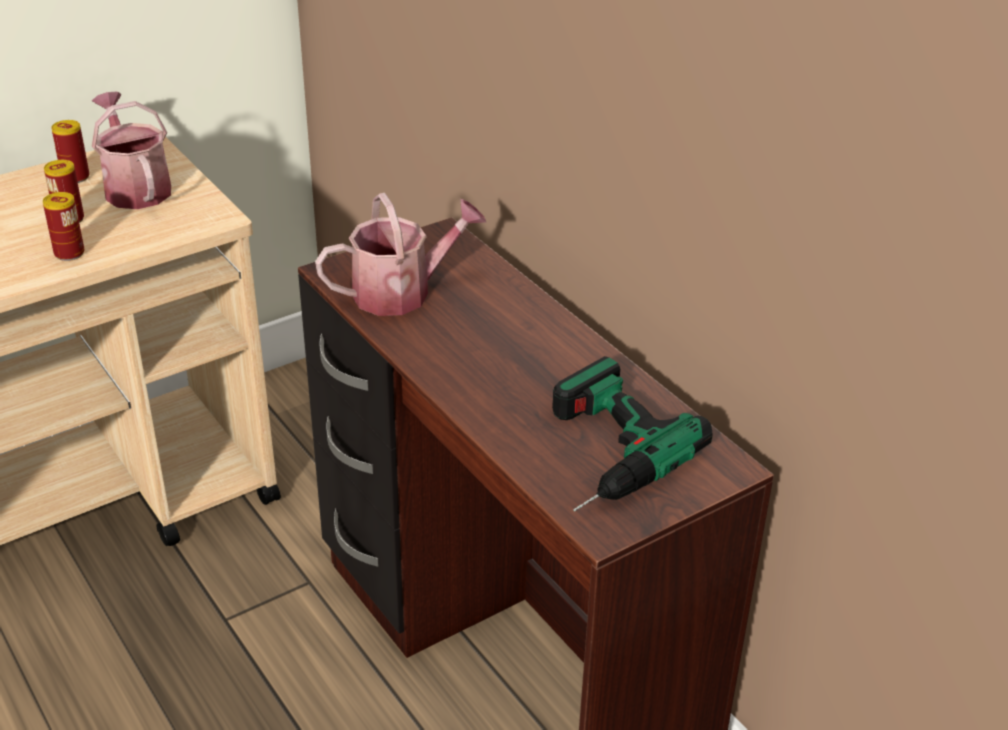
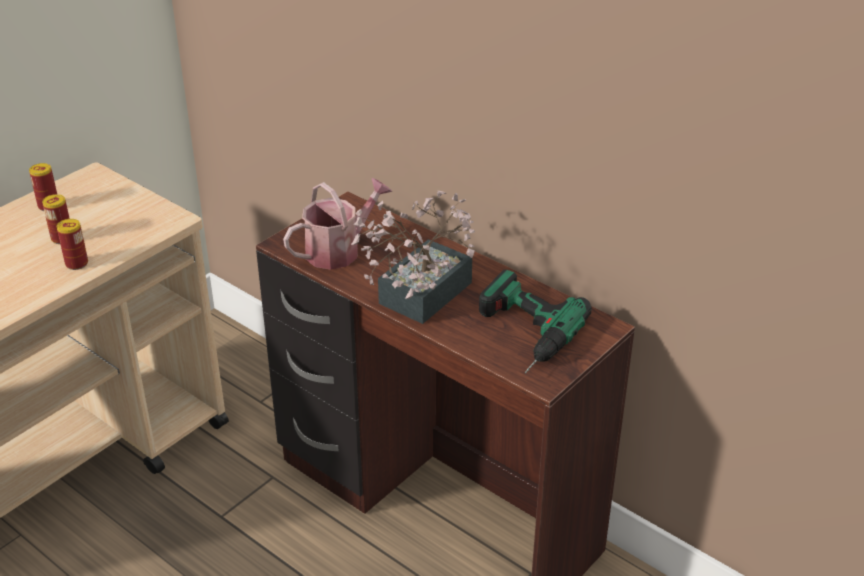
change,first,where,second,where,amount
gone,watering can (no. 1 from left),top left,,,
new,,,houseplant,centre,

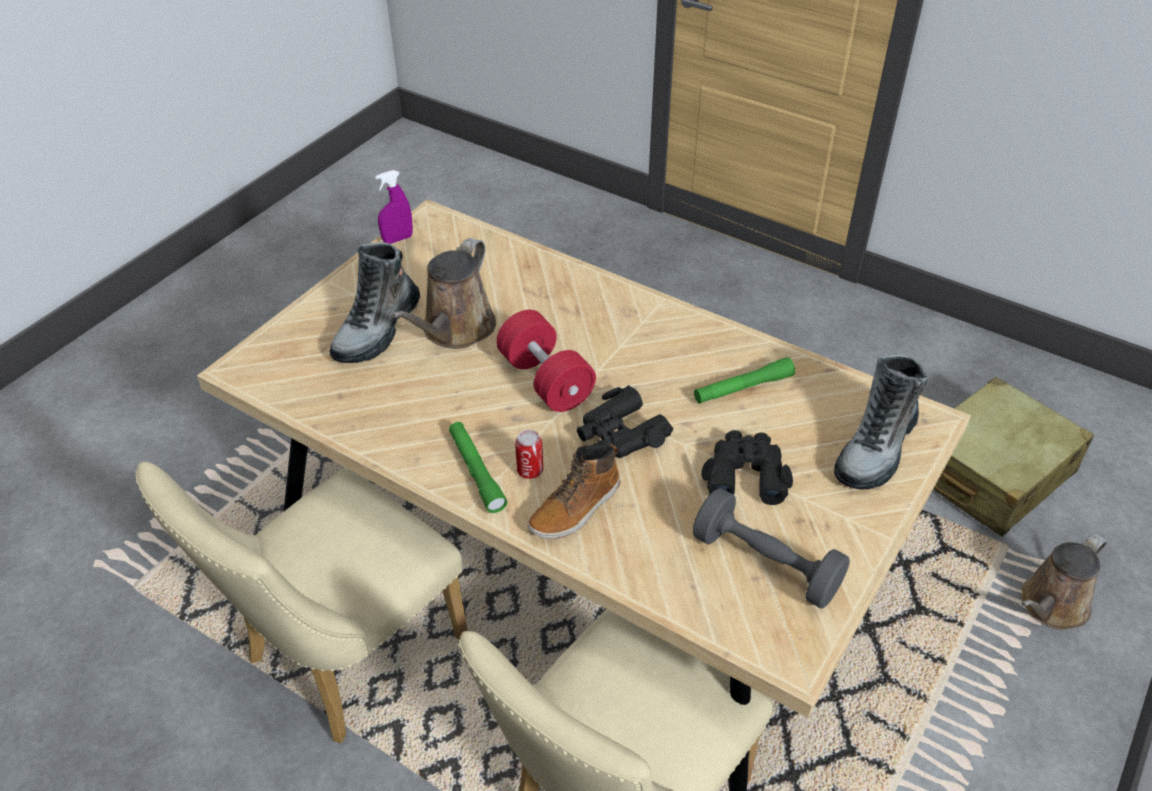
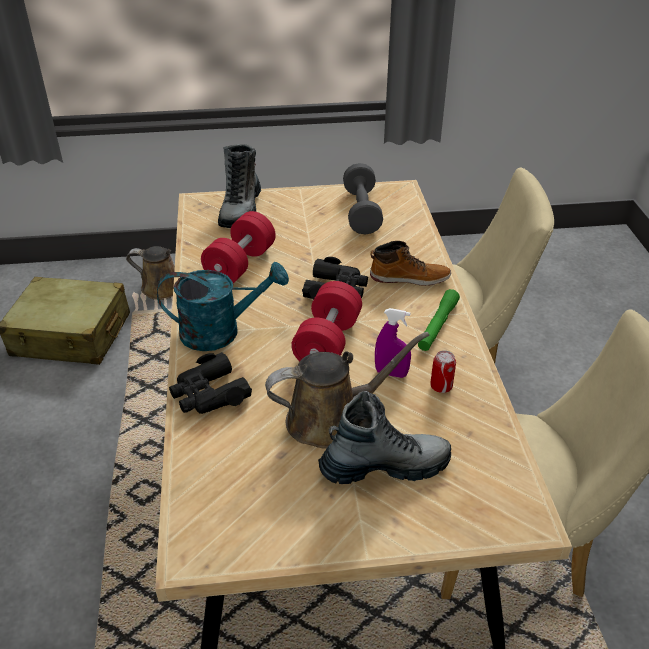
change,first,where,second,where,amount
shifted,hand sprayer in purplish,top centre,,centre,
shifted,metal can,centre,,middle right,
swapped,torch in greenish (no. 2 from left),centre,free weight in reddish (no. 1 from left),centre,
shifted,pair of binoculars in black (no. 2 from left in the first image),centre,pair of binoculars in black (no. 1 from left),middle left,
rotated,tall boot (no. 3 from left in the first image),middle right,tall boot (no. 1 from left),top centre,105 degrees clockwise
new,,,watering can in turquoise-coloured,centre,

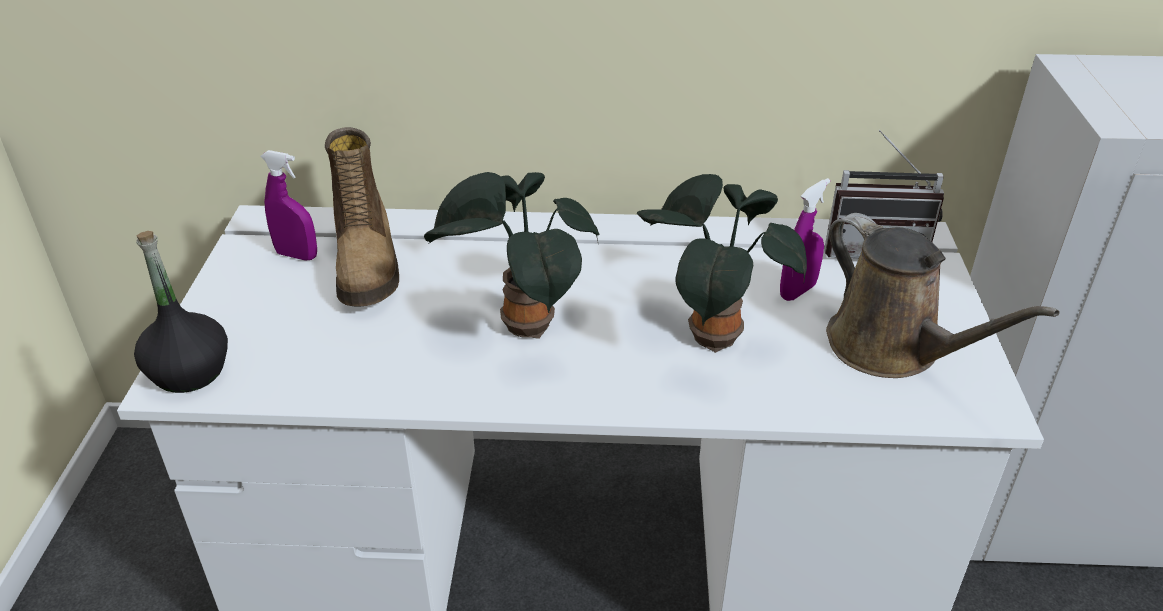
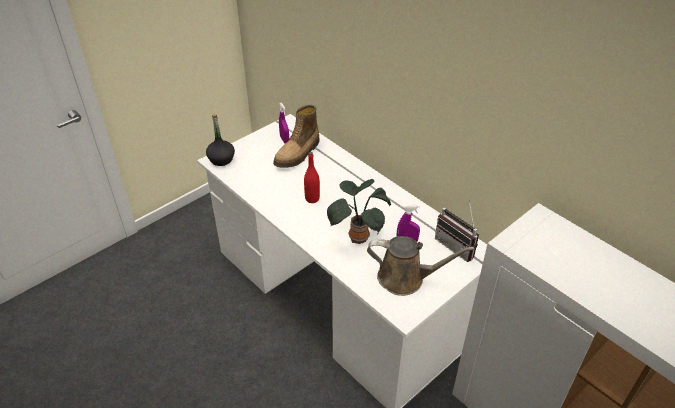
change,first,where,second,where,amount
swapped,houseplant (no. 1 from left),centre,bottle in reddish,centre,
rotated,watering can in brown-coloured,middle right,,centre,90 degrees counterclockwise

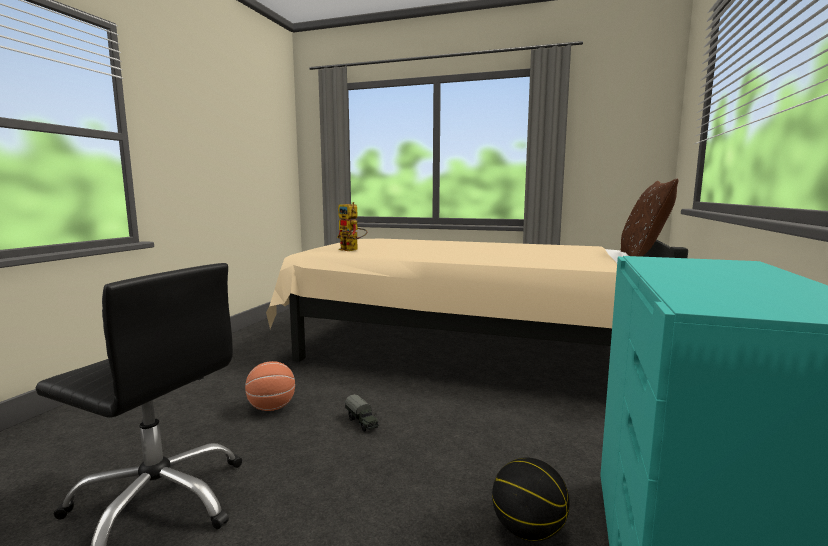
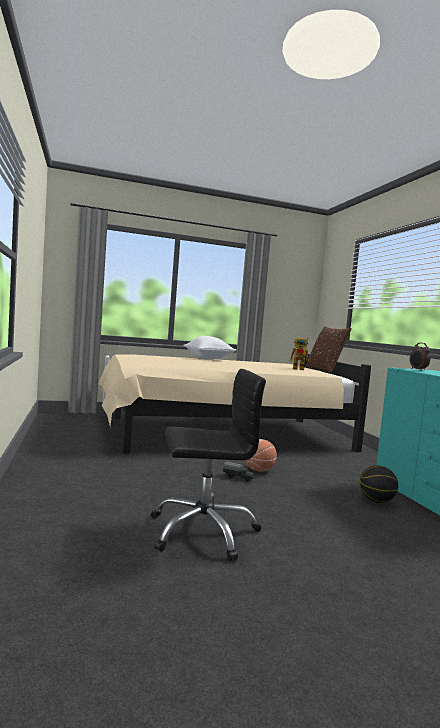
change,first,where,second,where,amount
shifted,ball for basketball (no. 1 from left),bottom left,,centre,
shifted,model robot,centre,,middle right,
new,,,pillow in white-coloured,centre,
new,,,table clock,middle right,

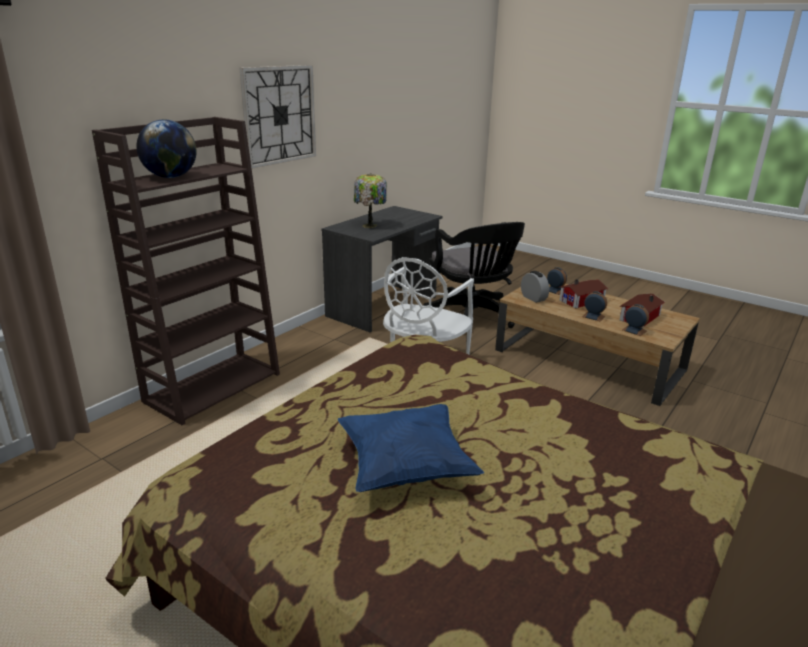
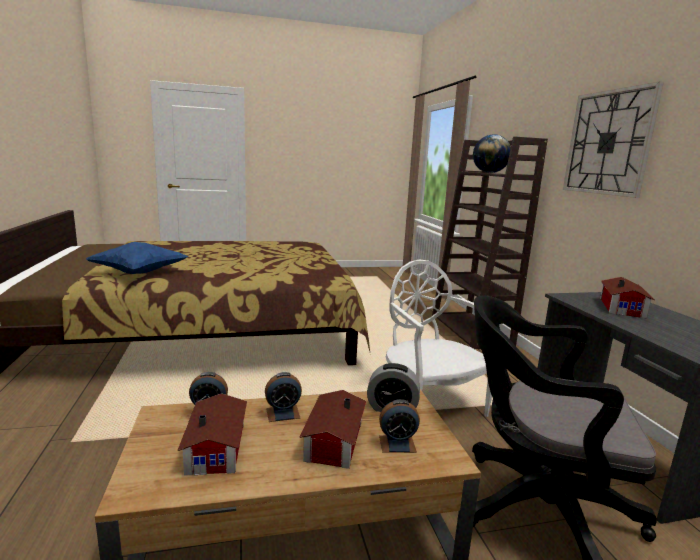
change,first,where,second,where,amount
shifted,pillow in bluish,bottom centre,,middle left,
swapped,lamp for a table,top centre,miniature house (no. 3 from left),middle right,

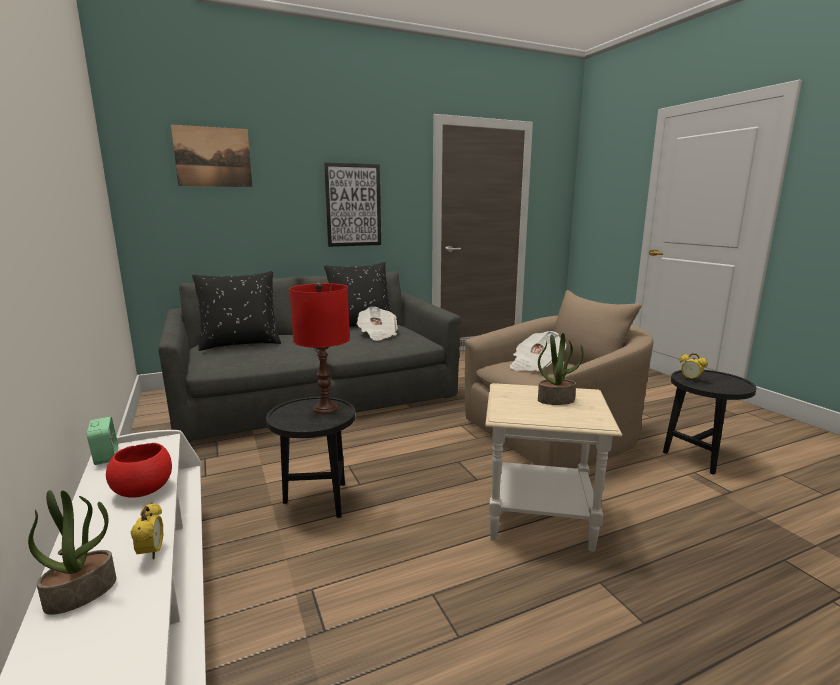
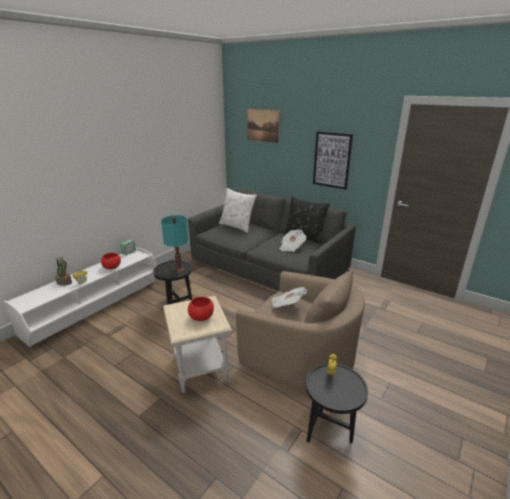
change,first,where,second,where,amount
repainted,pillow in black (no. 1 from left),middle left,pillow in white-coloured,centre,
repainted,lamp for a table in reddish,centre,lamp for a table in turquoise-coloured,centre,
swapped,houseplant (no. 2 from left),middle right,deep dish in reddish (no. 2 from left),centre,

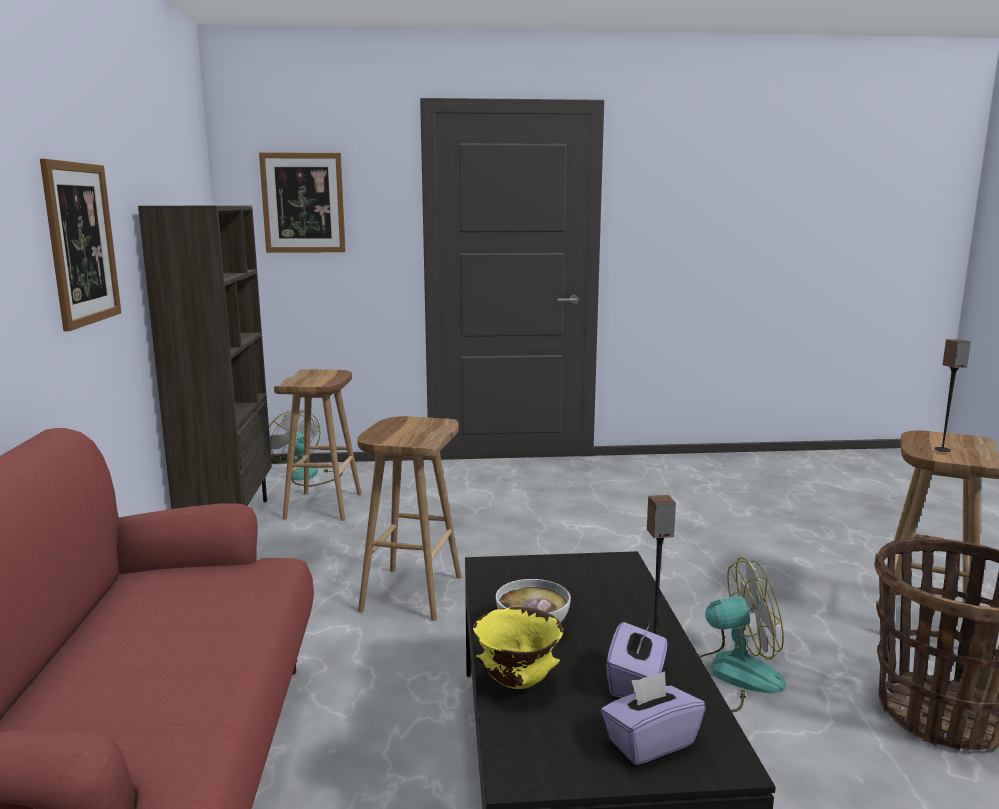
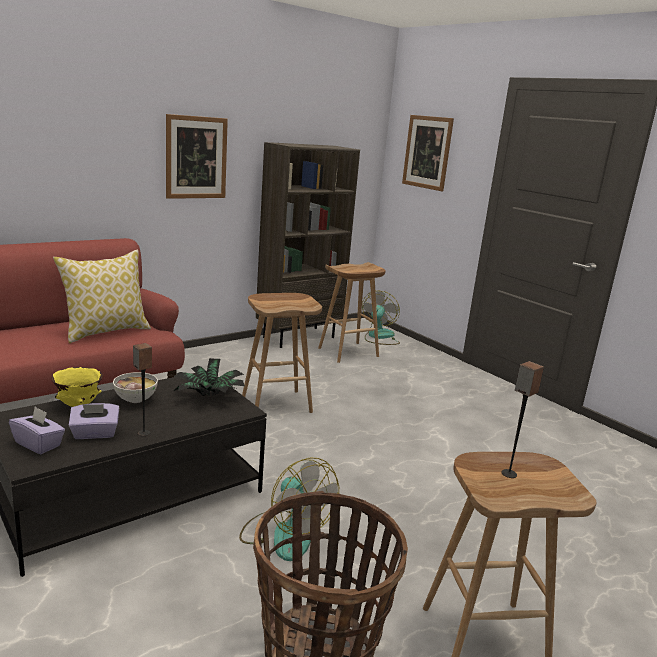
change,first,where,second,where,amount
new,,,pillow,middle left,
new,,,houseplant,middle left,

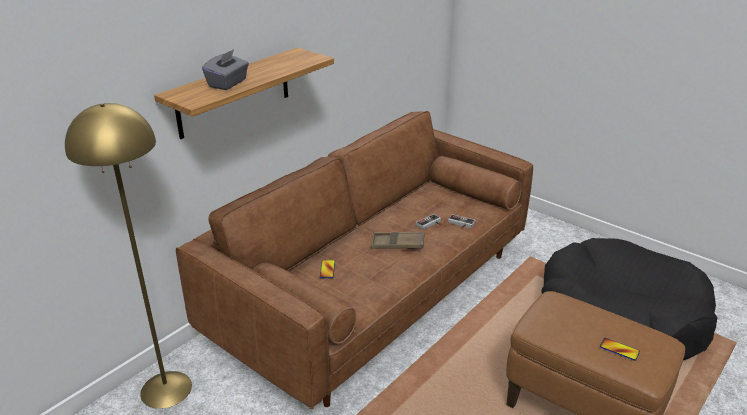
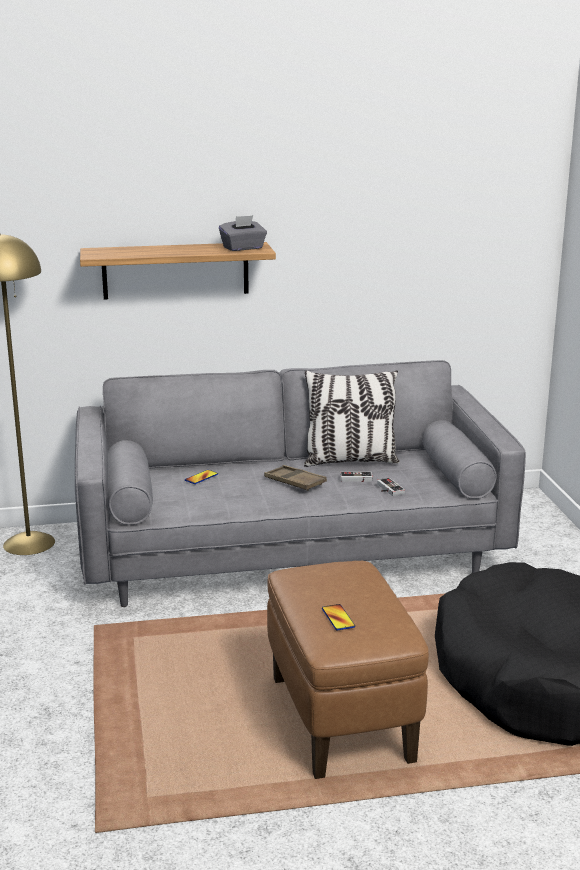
change,first,where,second,where,amount
repainted,couch in brown-coloured,centre,couch in grey,centre,
shifted,tissue holder in grey,top left,,top centre,
new,,,pillow,centre,

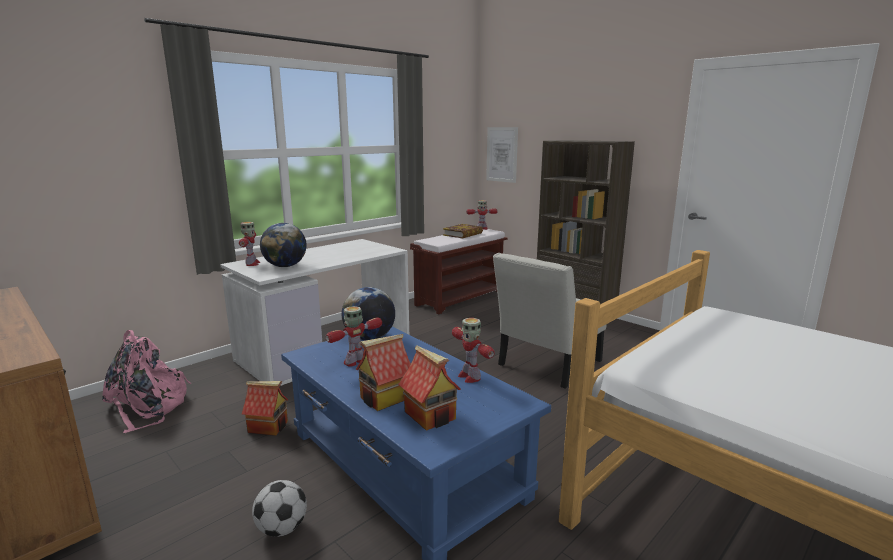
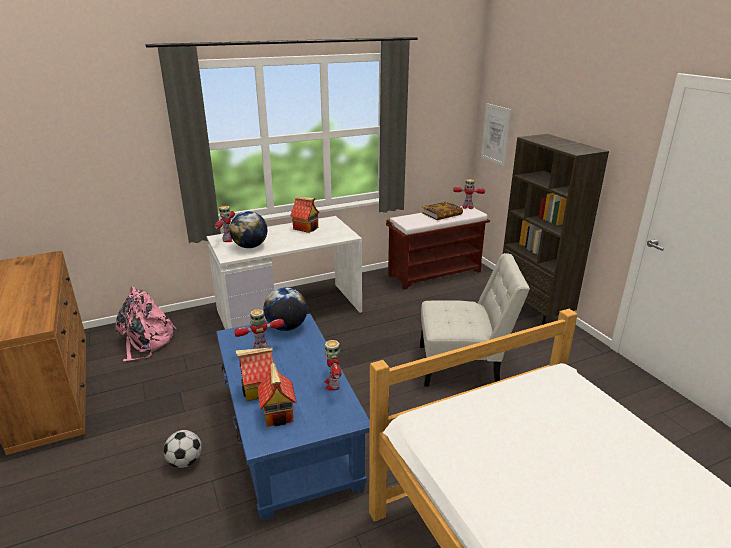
change,first,where,second,where,amount
shifted,miniature house (no. 1 from left in the first image),bottom left,miniature house (no. 3 from left),centre,
rotated,chair in white-coloured,centre,,centre,150 degrees counterclockwise

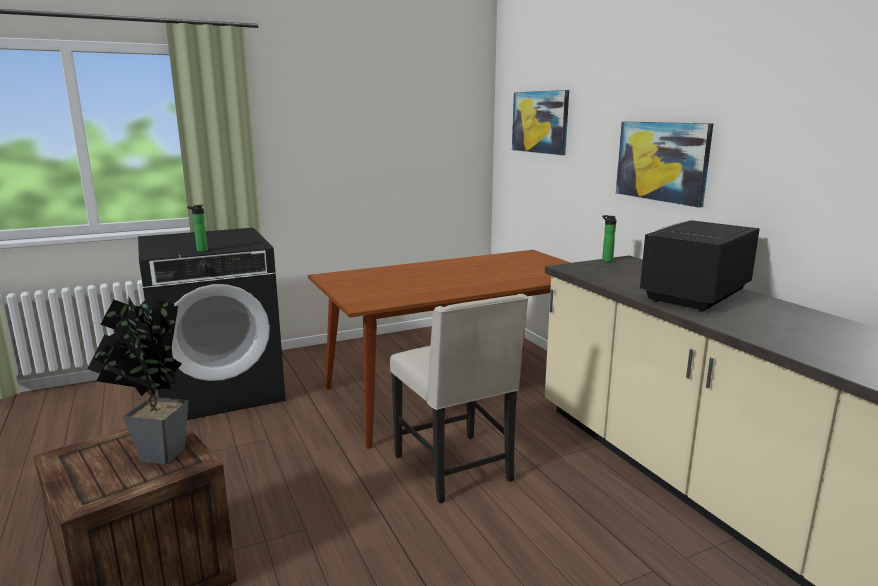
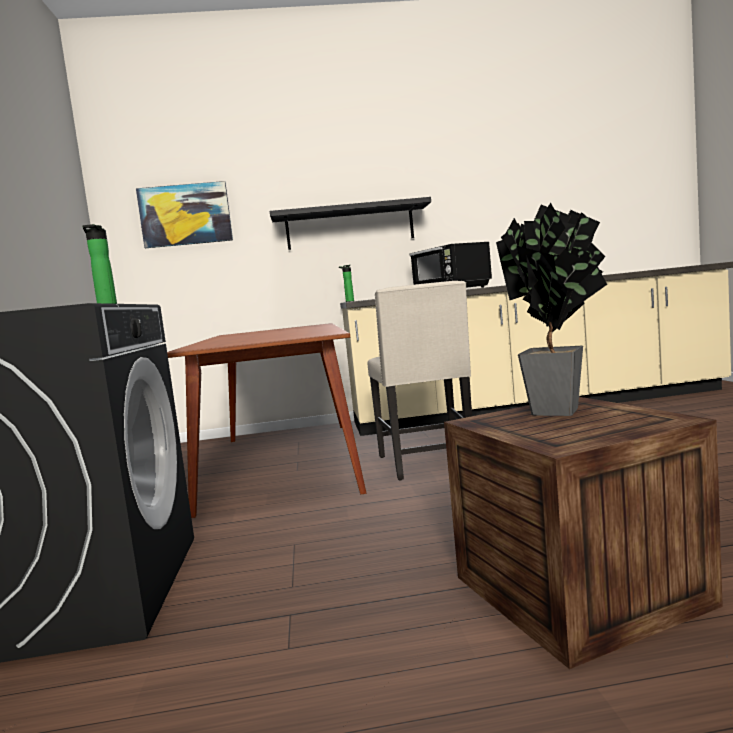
change,first,where,second,where,amount
rotated,chair in beige-coloured,bottom centre,,centre,90 degrees clockwise
swapped,wall picture (no. 2 from left),top right,bracket shelf in black,top centre,

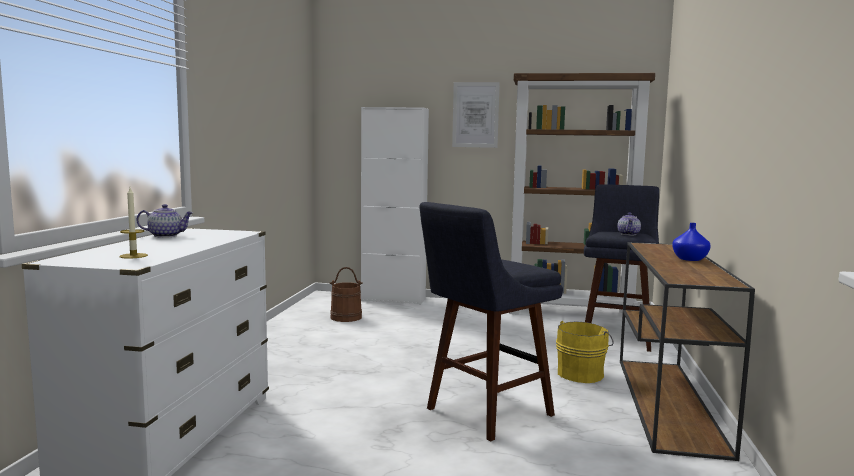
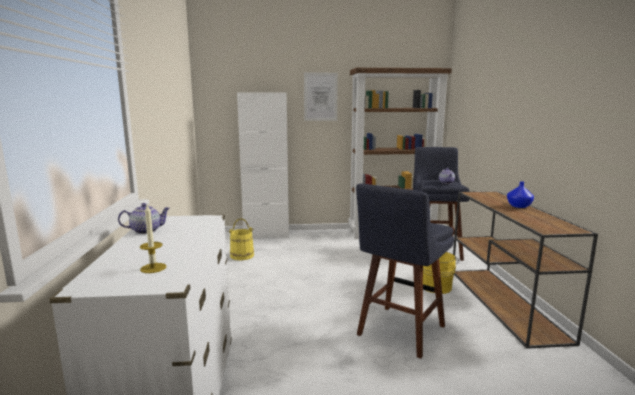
change,first,where,second,where,amount
repainted,pail in brown-coloured,centre,pail in yellow-coloured (no. 1 from left),centre,

